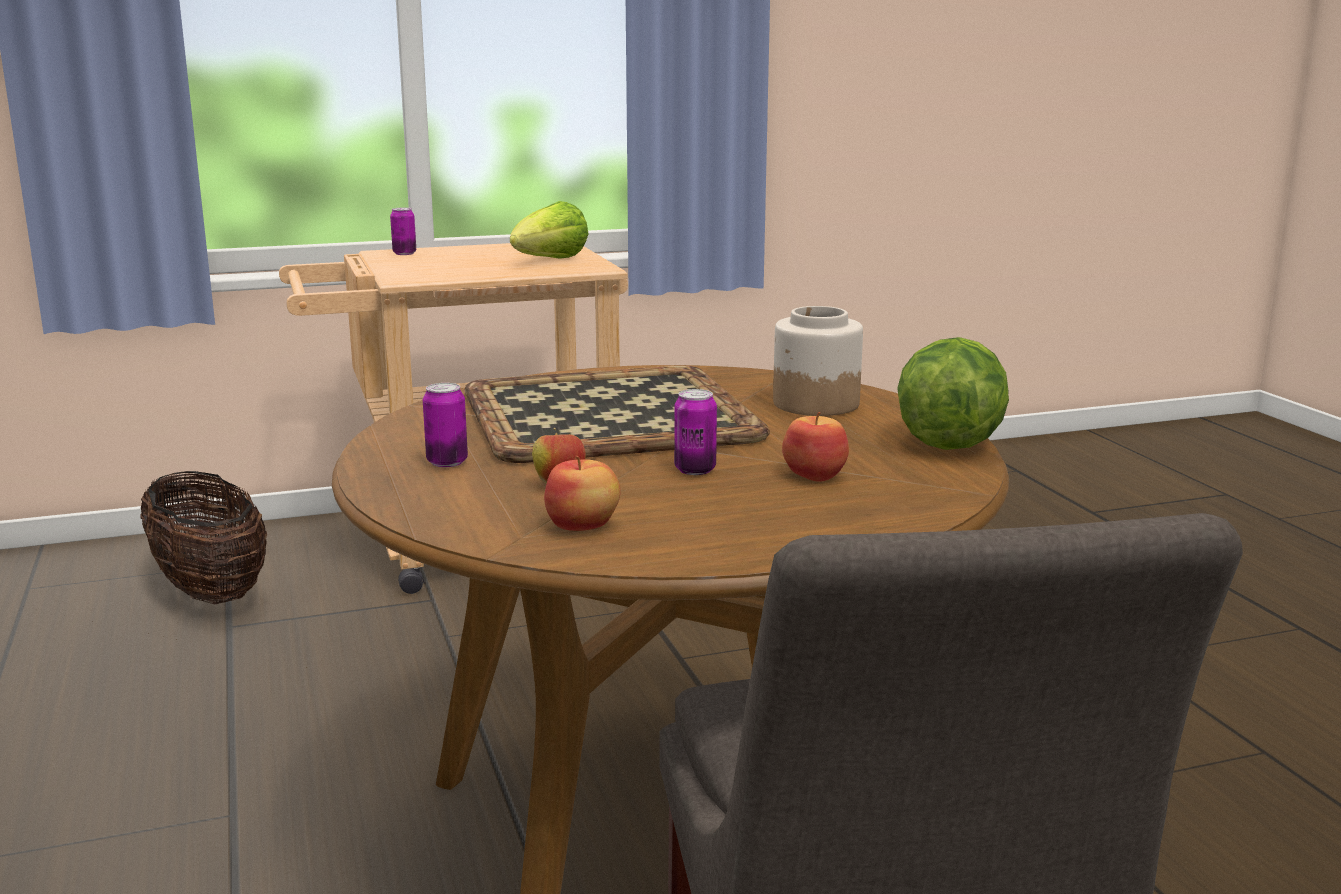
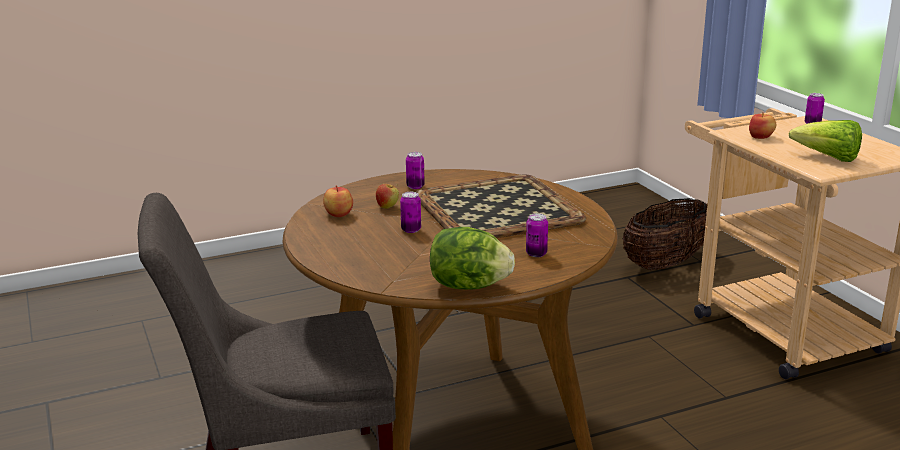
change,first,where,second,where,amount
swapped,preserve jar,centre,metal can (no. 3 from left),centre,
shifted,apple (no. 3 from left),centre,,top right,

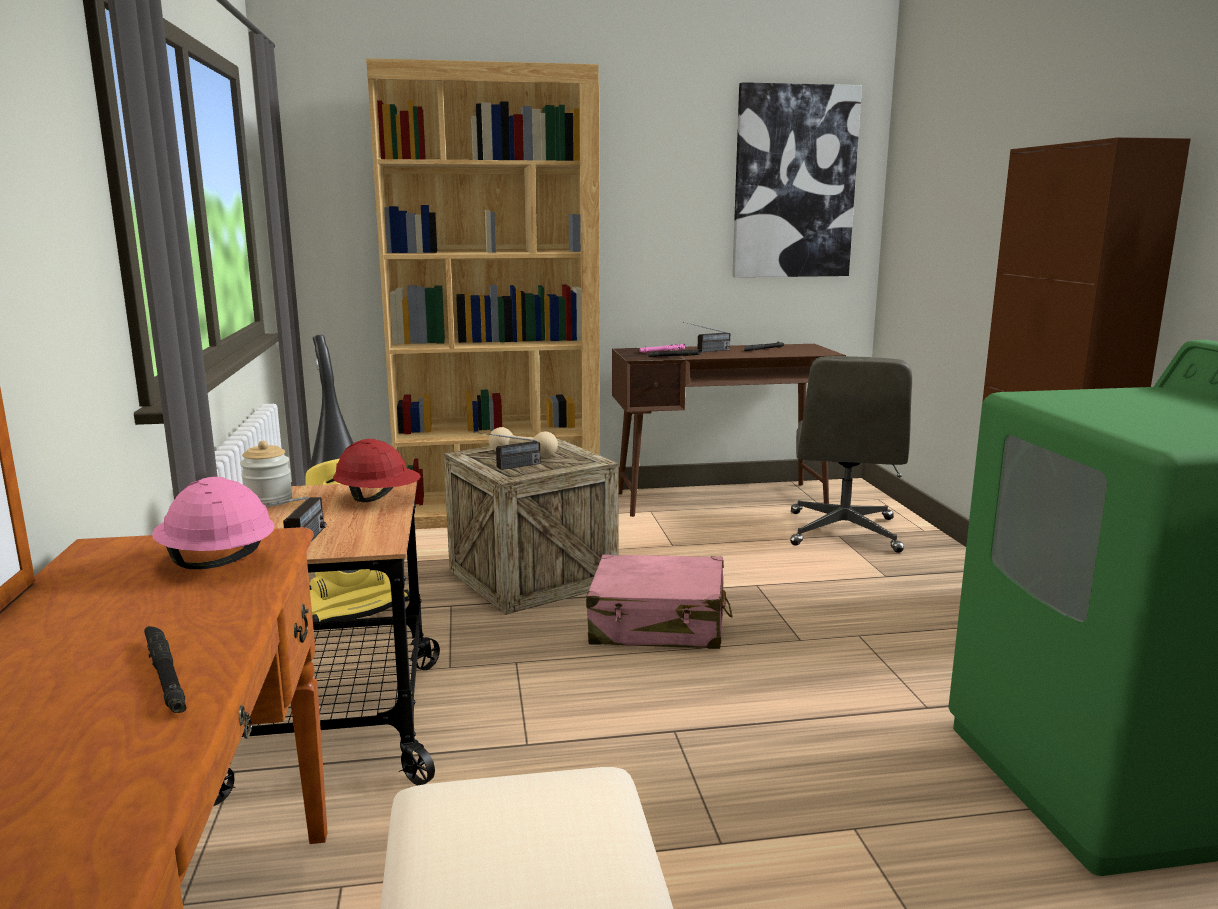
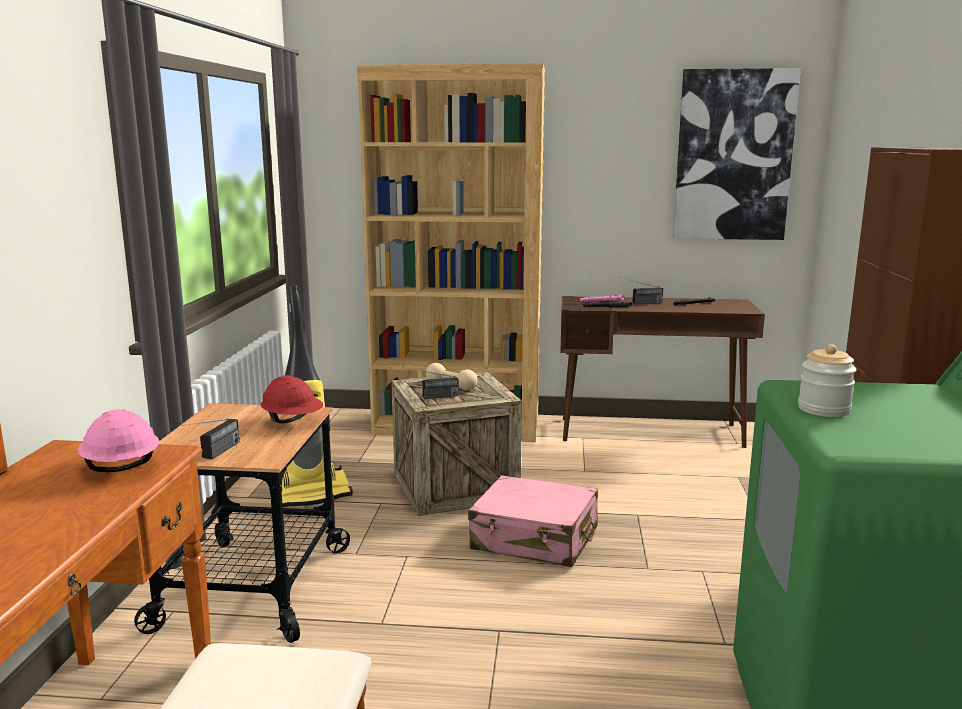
change,first,where,second,where,amount
gone,torch in black (no. 1 from left),bottom left,,,
shifted,preserve jar,middle left,,middle right,
gone,office chair in grey,middle right,,,

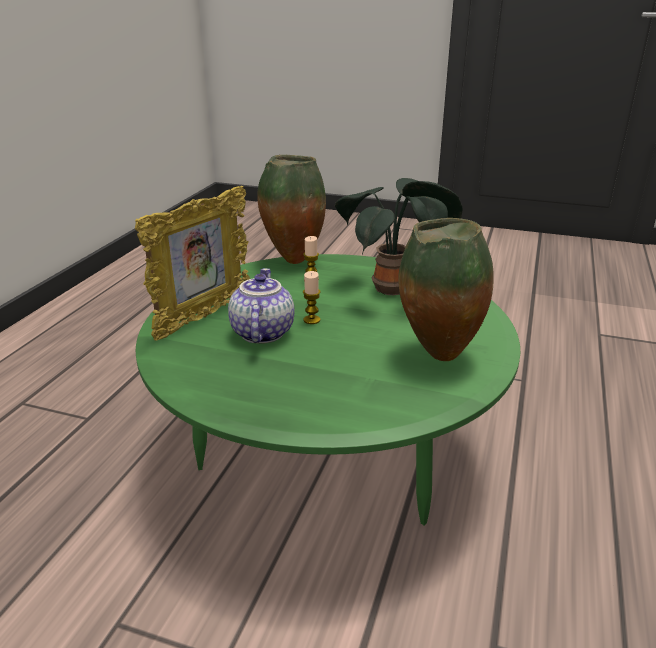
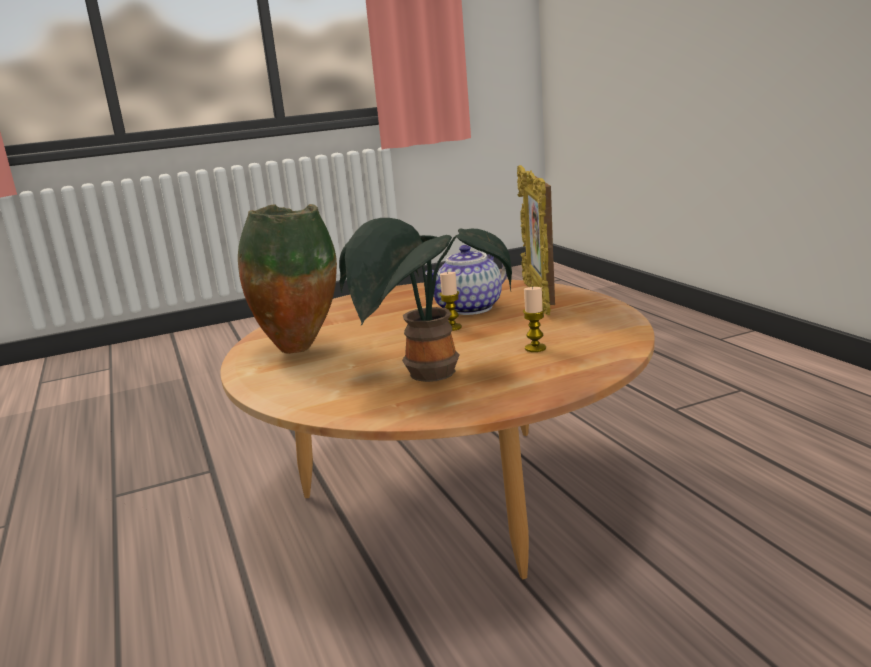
change,first,where,second,where,amount
repainted,lounge table in greenish,centre,lounge table in brown-coloured,centre,
rotated,teapot,centre,,centre,90 degrees clockwise
gone,flower vase (no. 1 from left),top centre,,,

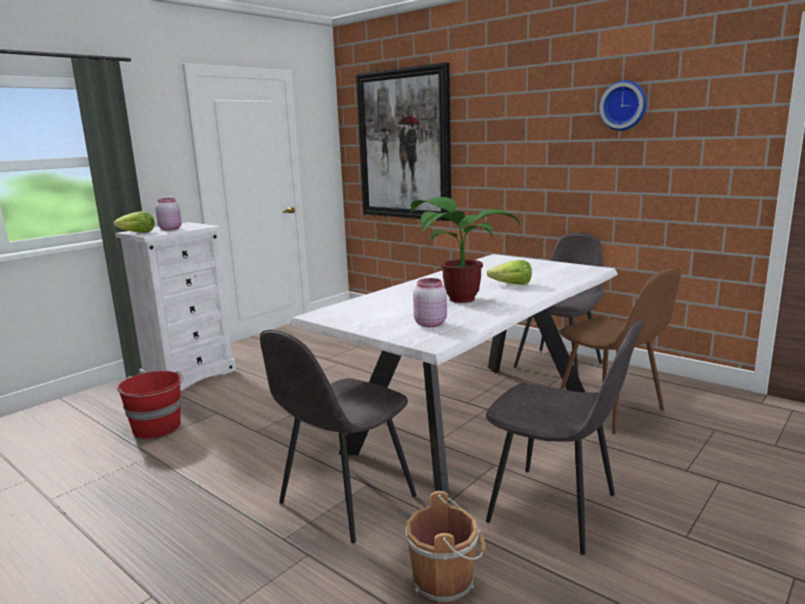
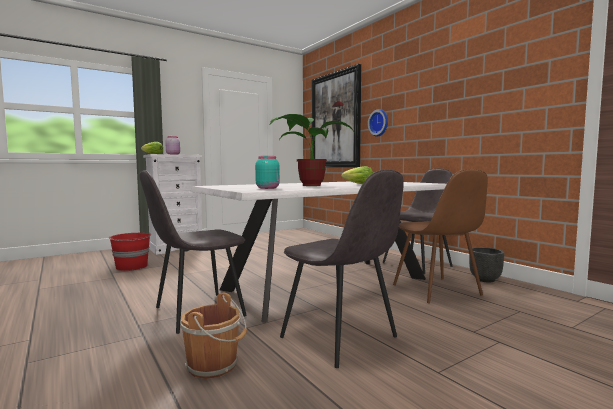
change,first,where,second,where,amount
repainted,preserve jar in pink (no. 2 from left),centre,preserve jar in turquoise-coloured,centre,
shifted,hanging clock,top right,,top centre,
new,,,flower pot in black,middle right,

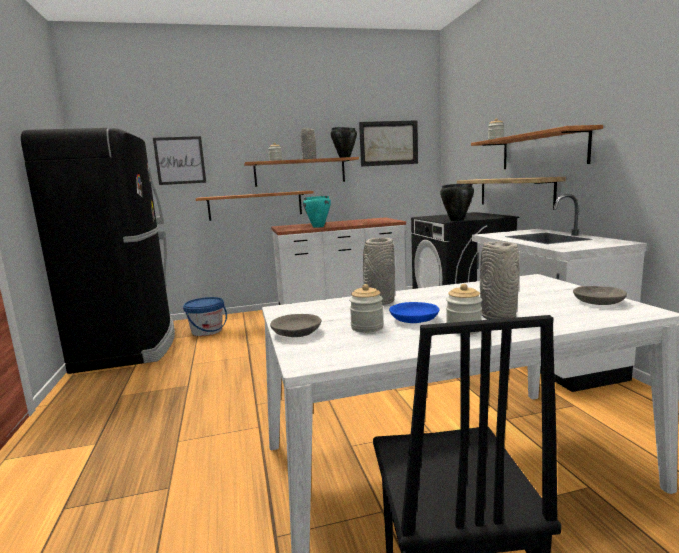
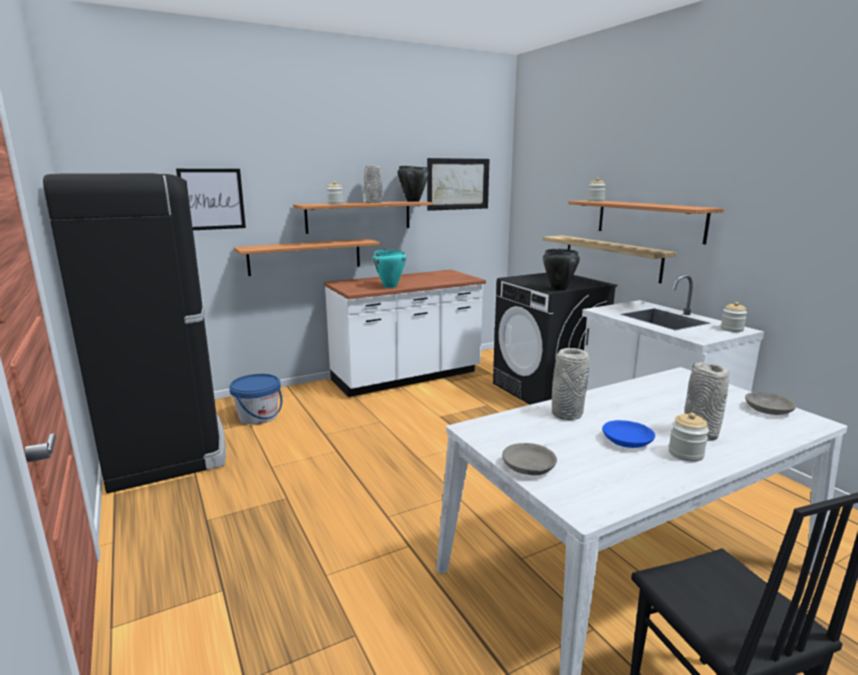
change,first,where,second,where,amount
shifted,preserve jar (no. 2 from left in the first image),centre,preserve jar (no. 4 from left),middle right,

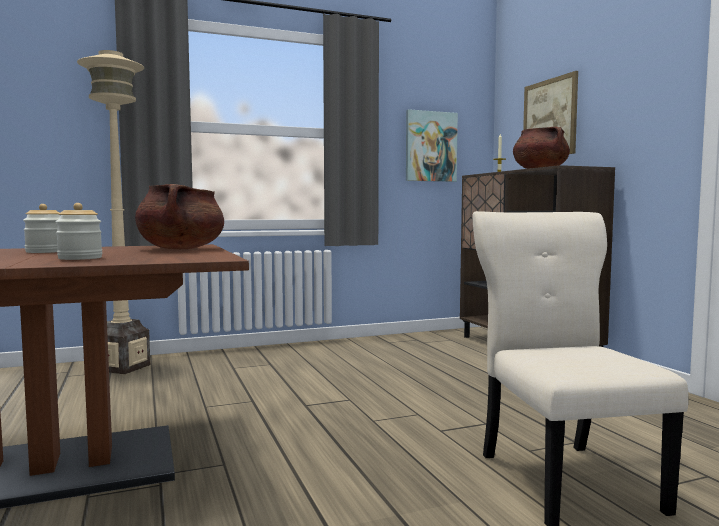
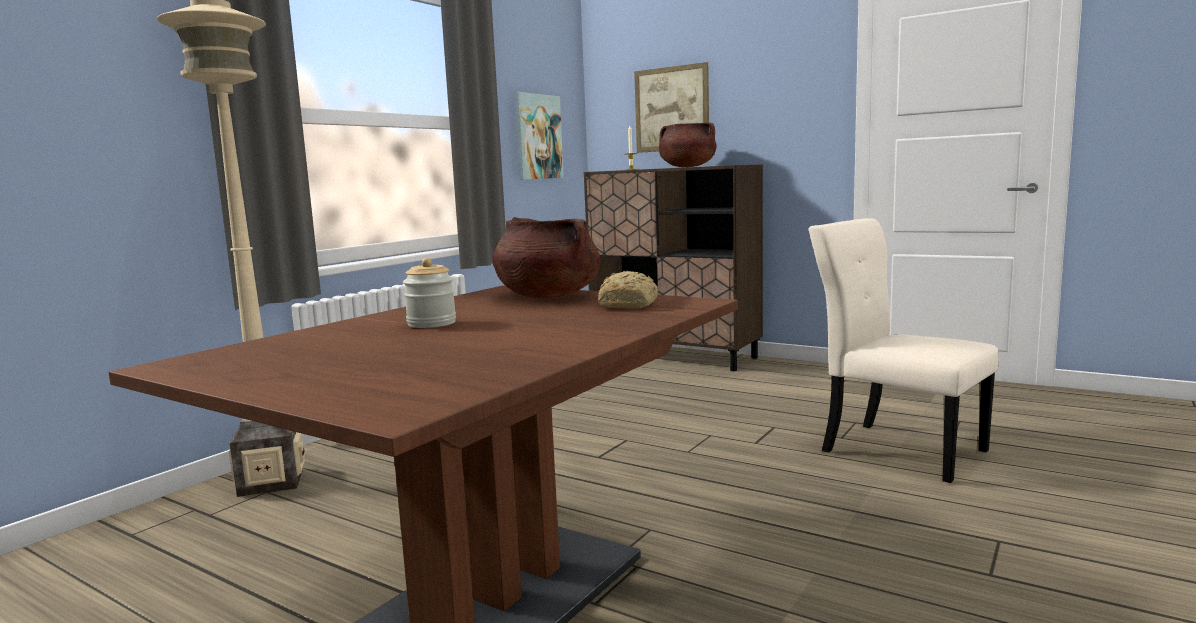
change,first,where,second,where,amount
gone,preserve jar (no. 2 from left),middle left,,,
new,,,bakery bread,centre,

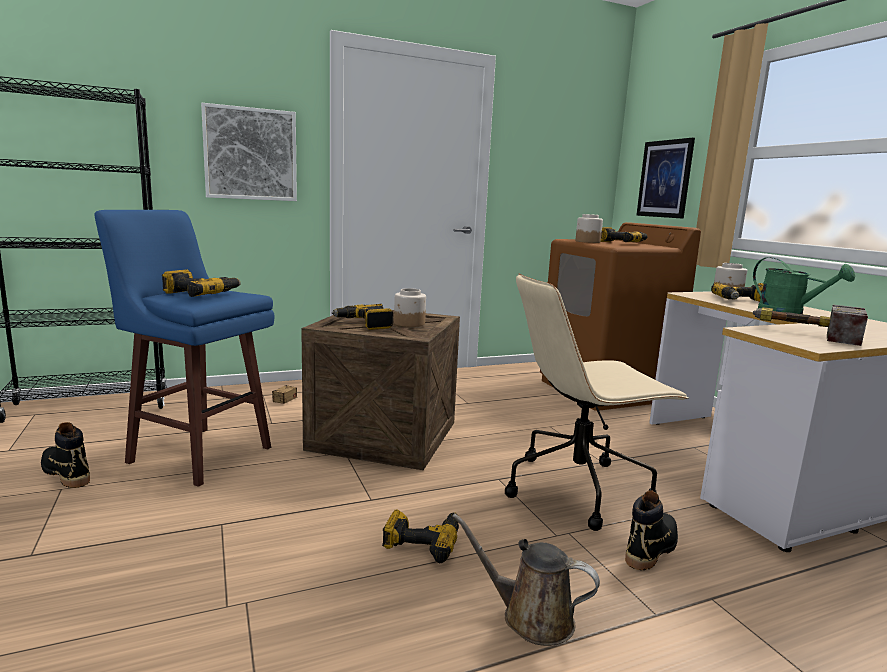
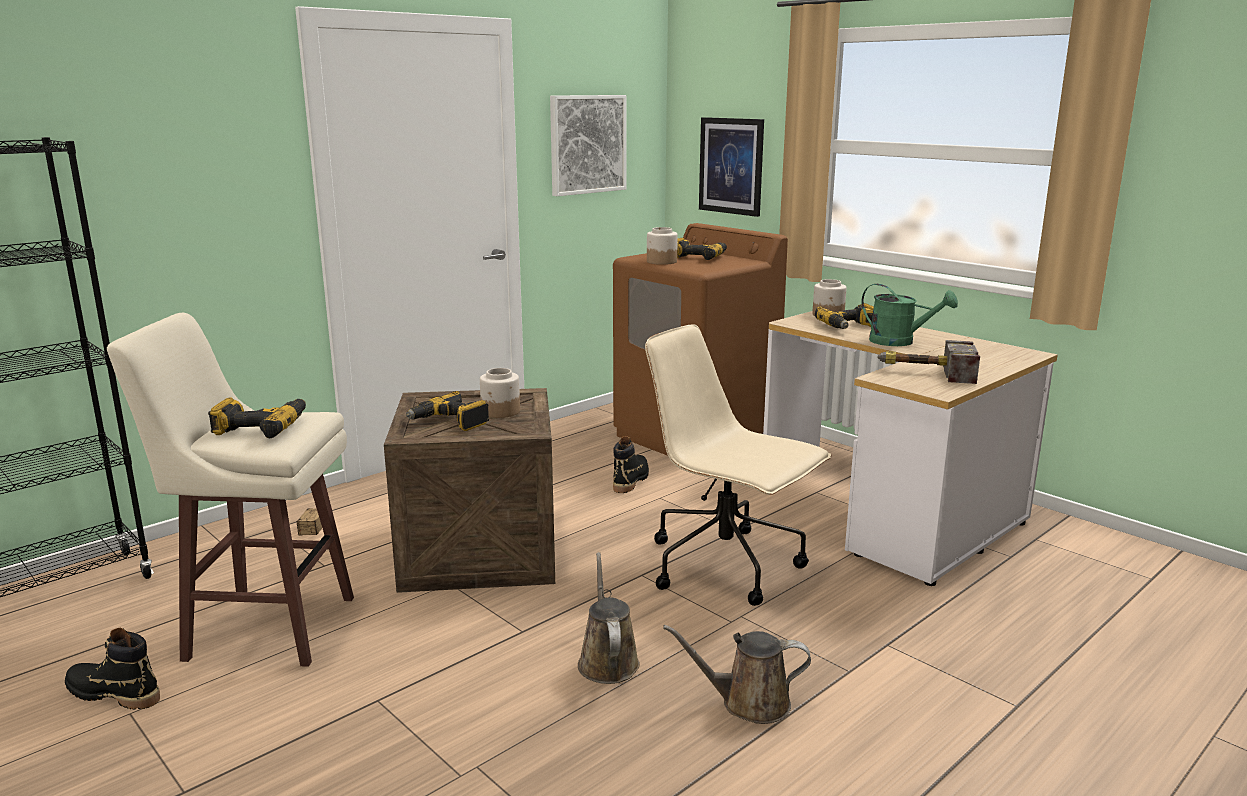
change,first,where,second,where,amount
repainted,sitting stool in bluish,middle left,sitting stool in beige-coloured,middle left,
shifted,wall picture (no. 1 from left),top left,,top centre,
swapped,power drill (no. 3 from left),bottom centre,watering can in brown-coloured (no. 1 from left),bottom centre,
rotated,office chair in beige-coloured,middle right,,centre,75 degrees clockwise
shifted,tall boot in black (no. 2 from left),bottom right,,centre,

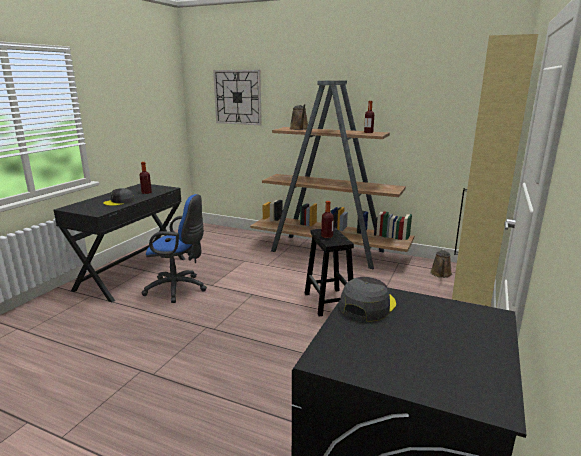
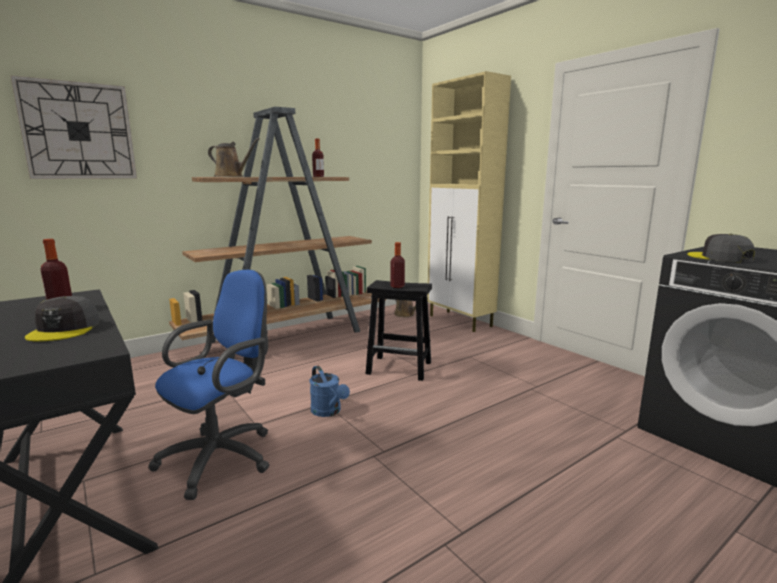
change,first,where,second,where,amount
new,,,watering can in bluish,bottom centre,

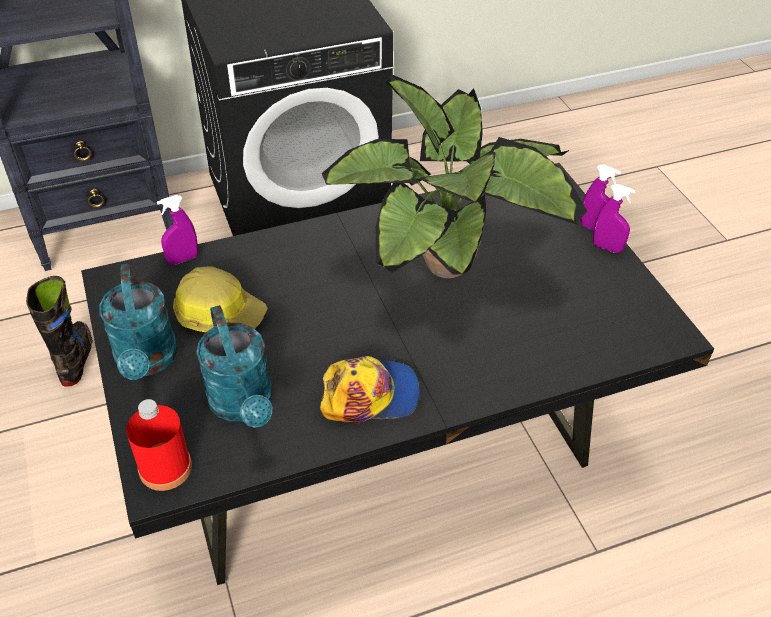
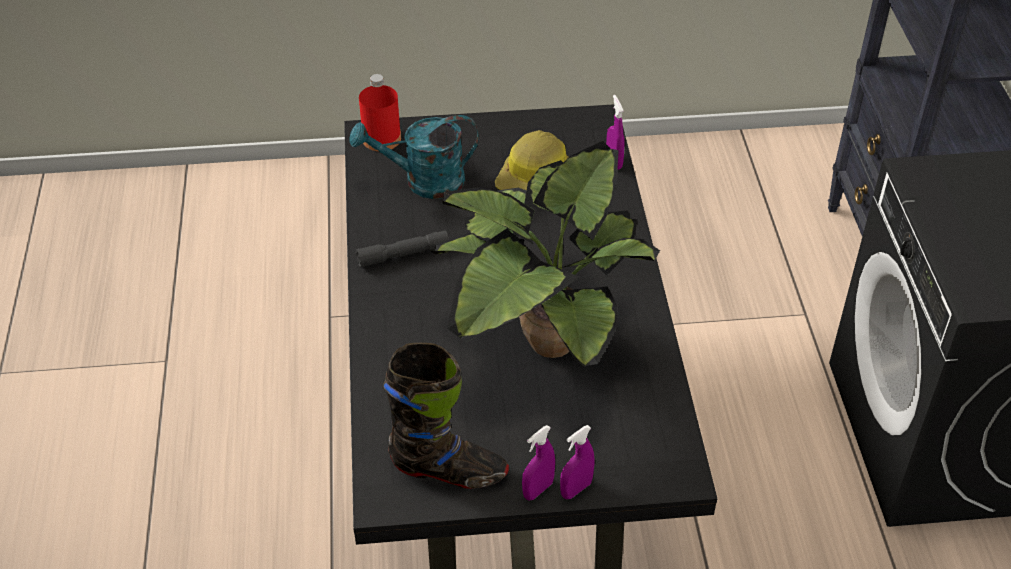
change,first,where,second,where,amount
shifted,tall boot in black,middle left,,bottom centre,
gone,watering can in turquoise-coloured (no. 1 from left),middle left,,,
swapped,peaked cap,centre,torch in grey,centre,

